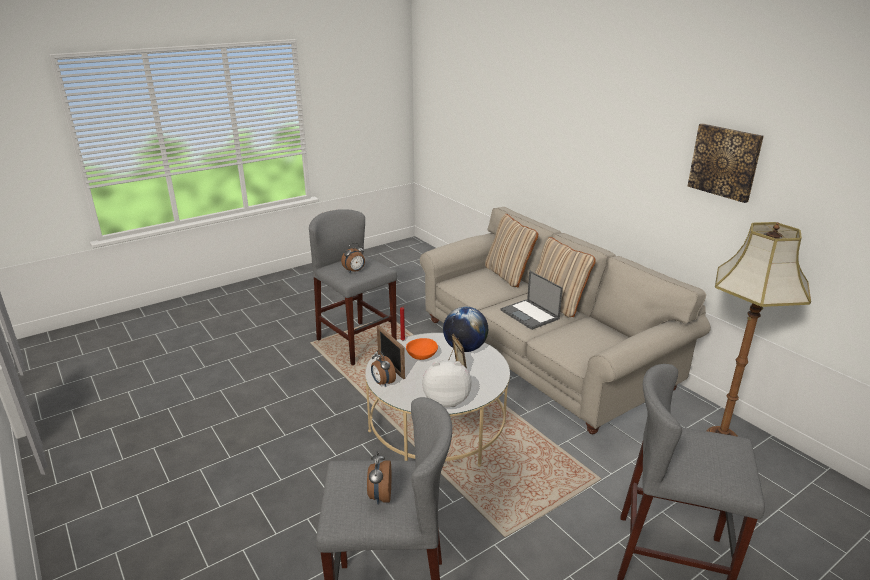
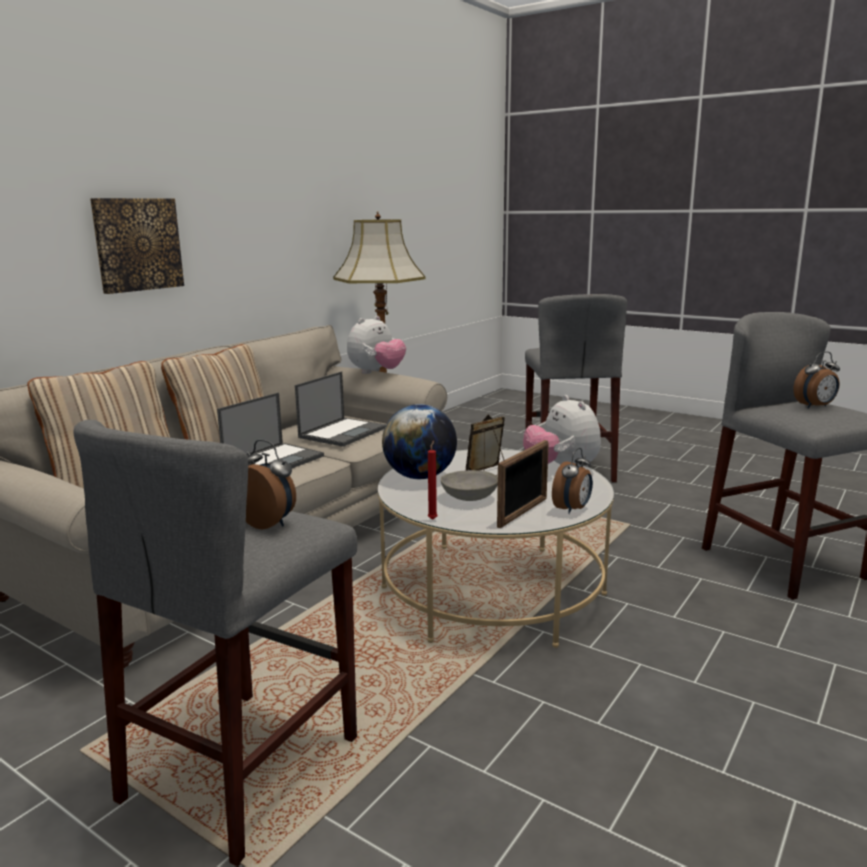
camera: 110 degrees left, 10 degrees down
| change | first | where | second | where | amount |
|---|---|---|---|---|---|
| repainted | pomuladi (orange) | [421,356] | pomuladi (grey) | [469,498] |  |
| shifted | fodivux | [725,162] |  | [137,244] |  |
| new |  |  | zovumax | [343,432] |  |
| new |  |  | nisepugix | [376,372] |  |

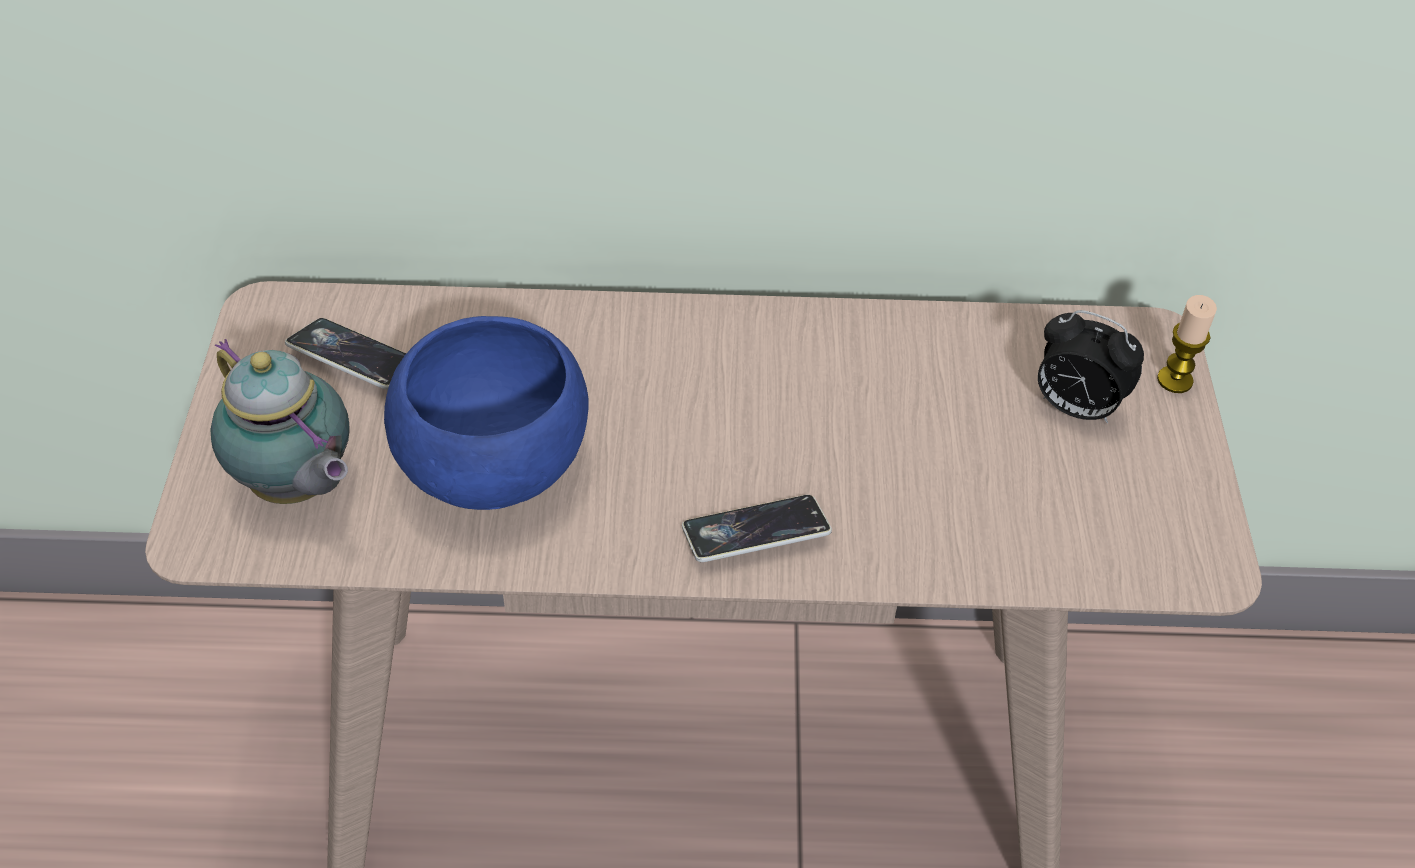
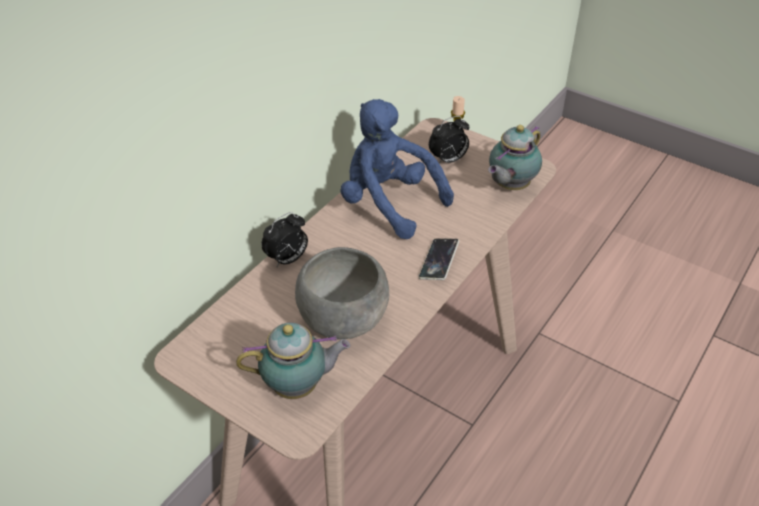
camera: 55 degrees left, 5 degrees down
| change | first | where | second | where | amount |
|---|---|---|---|---|---|
| gone | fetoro | [354,359] |  |  |  |
| repainted | pomuladi (blue) | [495,468] | pomuladi (grey) | [344,319] |  |
| new |  |  | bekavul | [287,259] |  |
| new |  |  | nisepugix (blue) | [389,203] |  |
| new |  |  | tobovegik | [509,186] |  |

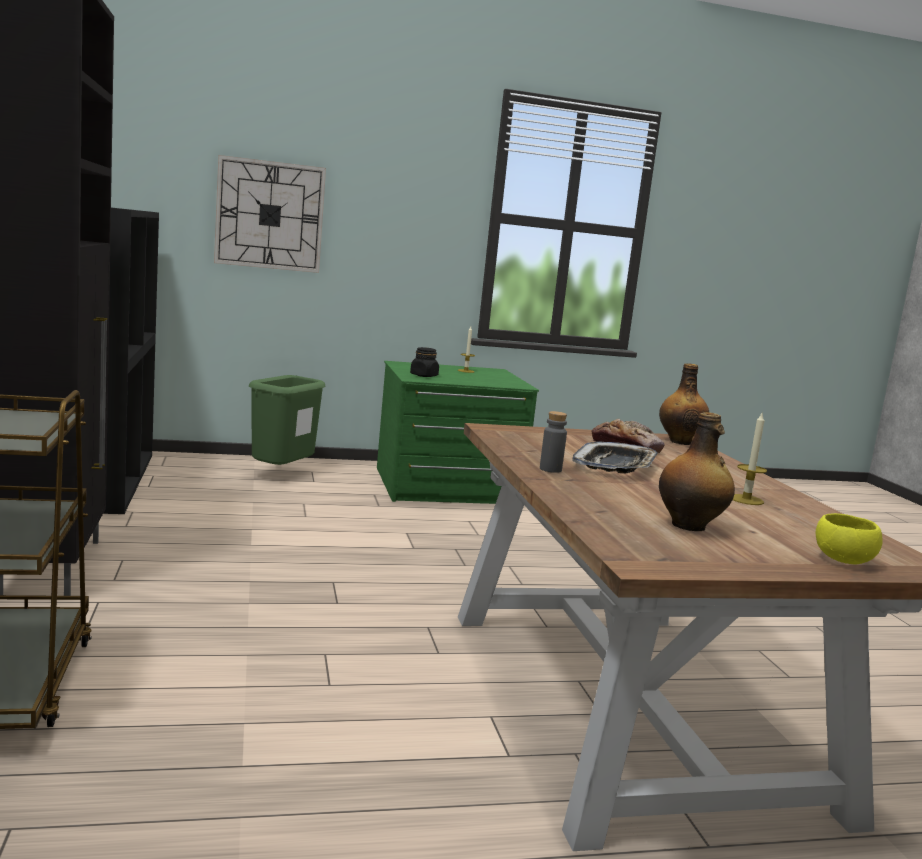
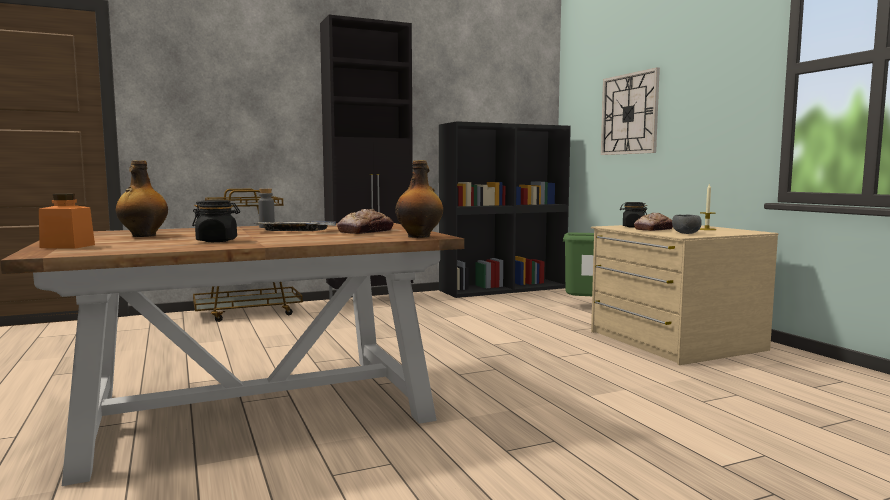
camera: 80 degrees right, 5 degrees down
| change | first | where | second | where | amount |
|---|---|---|---|---|---|
| repainted | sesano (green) | [447,487] | sesano (beige) | [673,341] |  |
| swapped | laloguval | [746,500] | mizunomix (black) | [217,241] |  |
| swapped | pomuladi (yellow) | [841,559] | mizunomix (orange) | [67,246] |  |
| new |  |  | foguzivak | [654,229] |  |
| new |  |  | pomuladi (grey) | [685,233] |  |

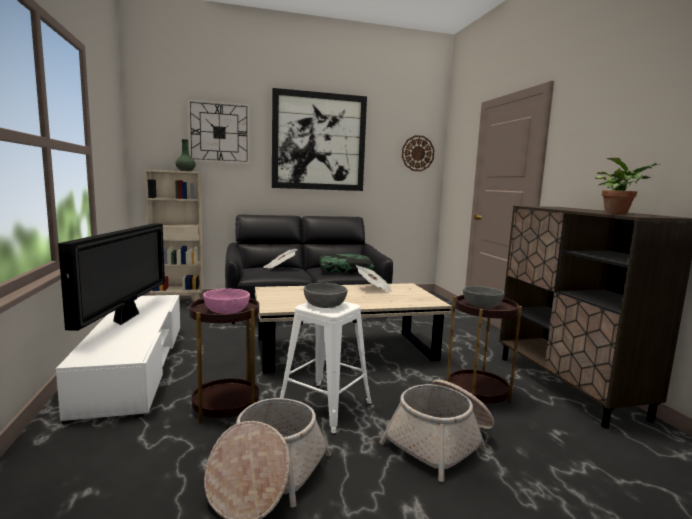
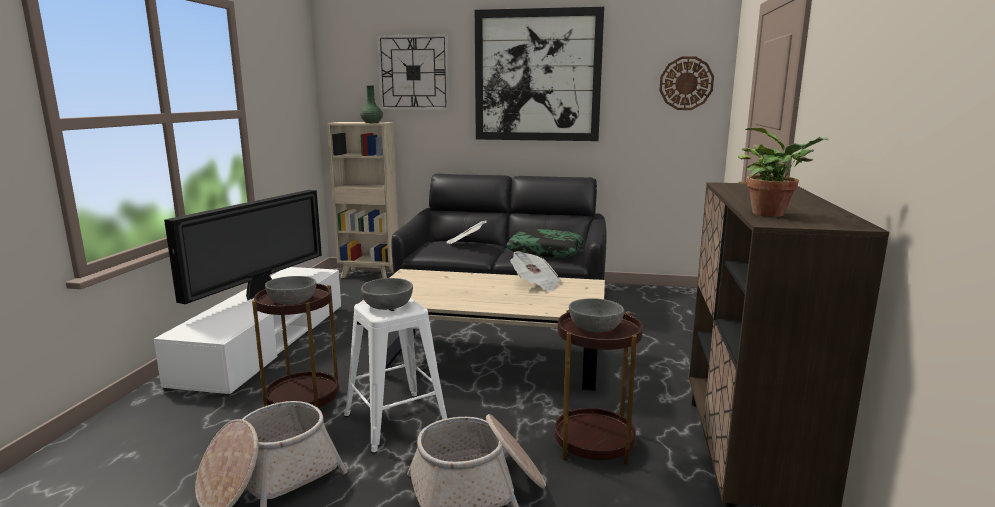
camera: 25 degrees right, 5 degrees up
| change | first | where | second | where | amount |
|---|---|---|---|---|---|
| repainted | pomuladi (pink) | [227,310] | pomuladi (grey) | [292,300] |  |

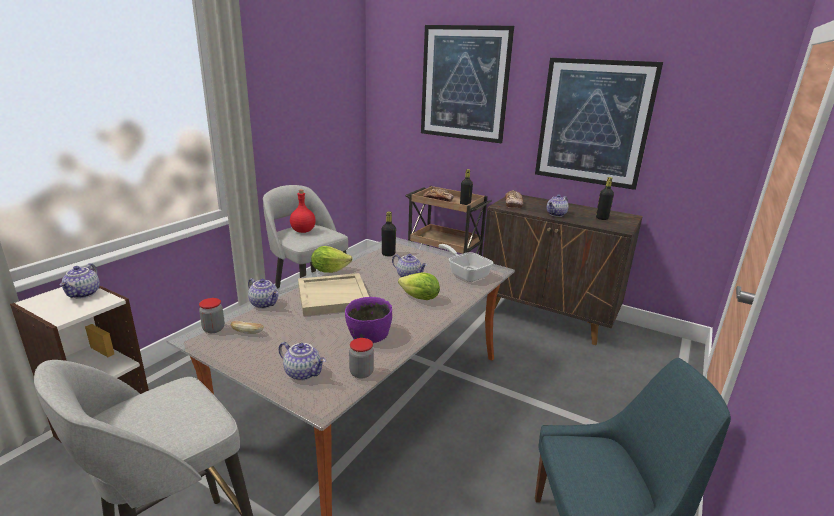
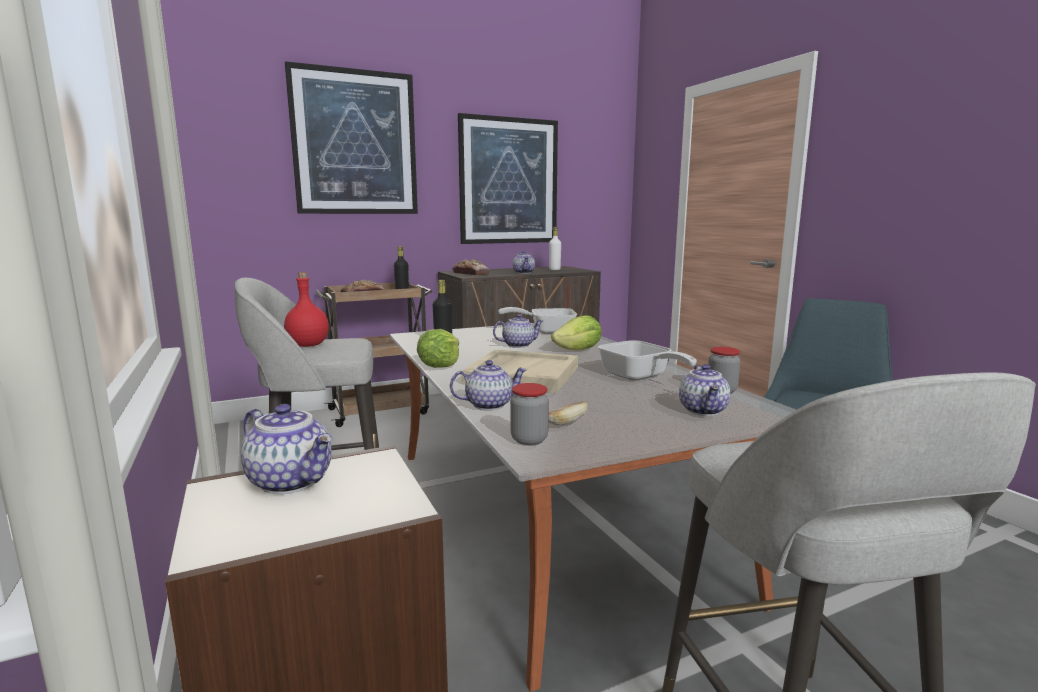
camera: 55 degrees left, 10 degrees down
| change | first | where | second | where | amount |
|---|---|---|---|---|---|
| rotated | tobovegik | [303,373] |  | [704,410] | 120 degrees clockwise |
| swapped | pomuladi (purple) | [368,334] | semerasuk | [639,377] |  |
| repainted | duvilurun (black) | [602,218] | duvilurun (white) | [554,269] |  |

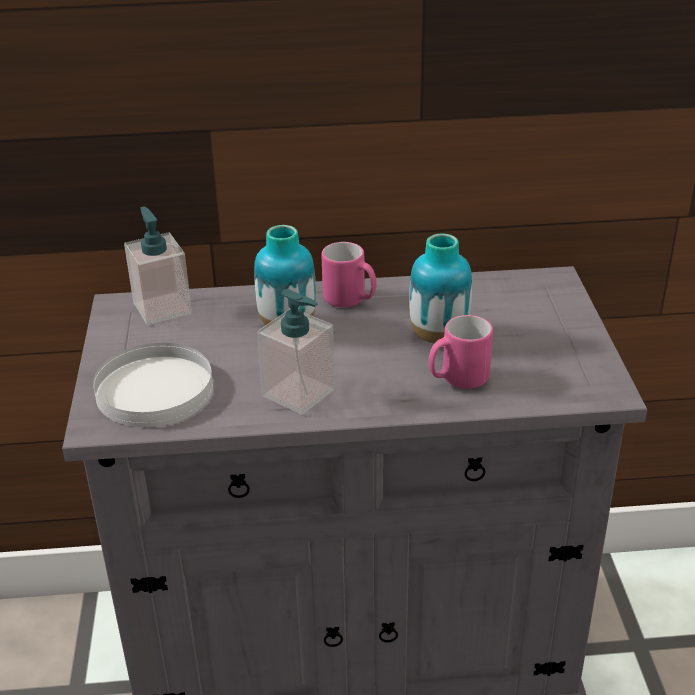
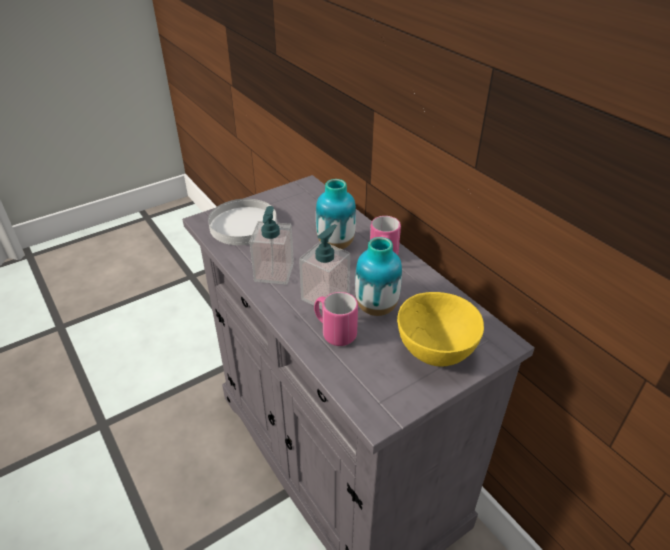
camera: 60 degrees right, 5 degrees up
| change | first | where | second | where | amount |
|---|---|---|---|---|---|
| shifted | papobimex | [162,308] |  | [325,296] |  |
| new |  |  | pomuladi (yellow) | [435,353] |  |

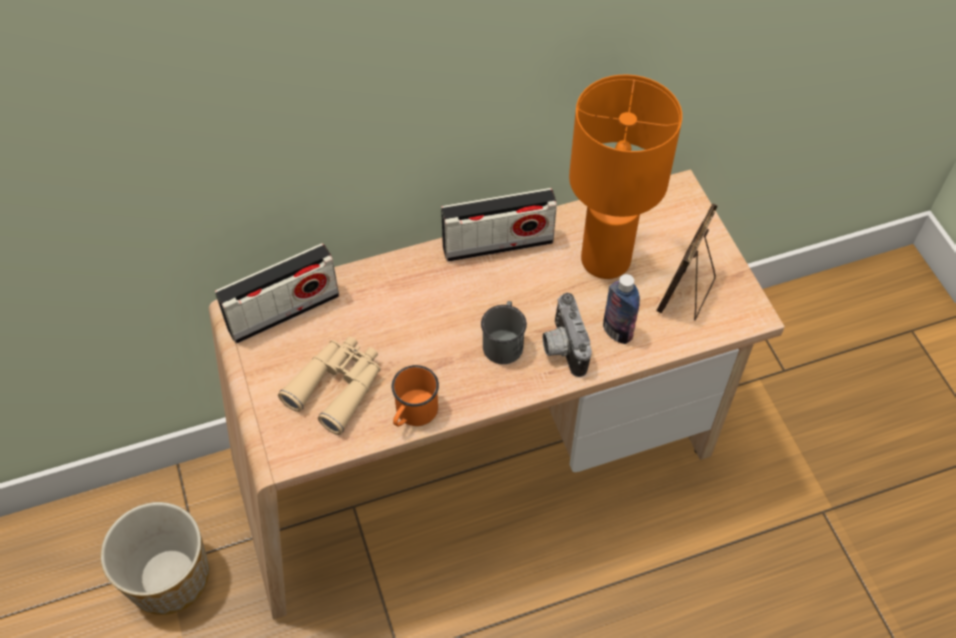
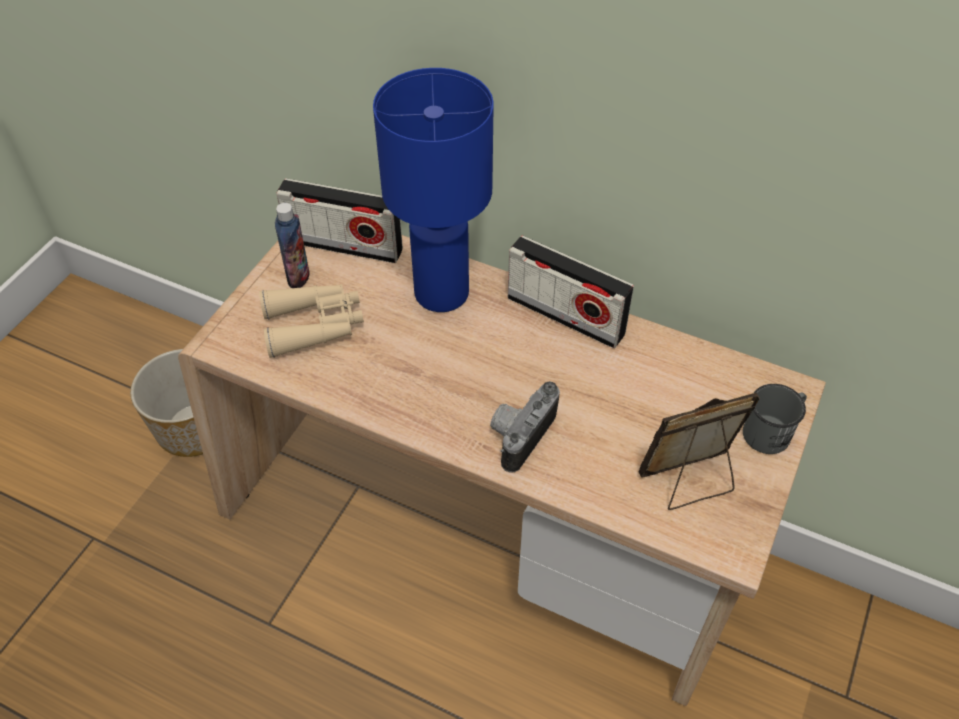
camera: 45 degrees right, 5 degrees down
| change | first | where | second | where | amount |
|---|---|---|---|---|---|
| gone | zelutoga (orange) | [413,414] |  |  |  |
| shifted | zelutoga (grey) | [504,341] |  | [772,431] |  |
| gone | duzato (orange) | [606,261] |  |  |  |
| shifted | duvilurun | [617,331] |  | [298,276] |  |
| new |  |  | duzato (blue) | [440,292] |  |

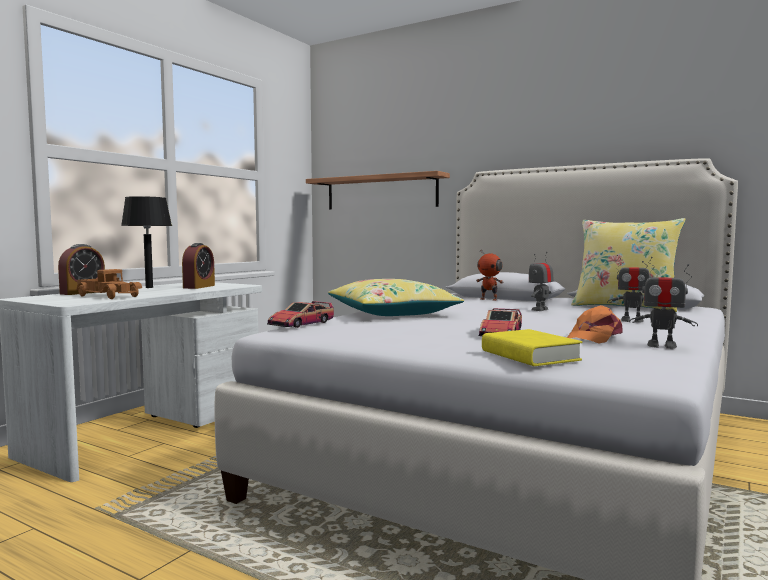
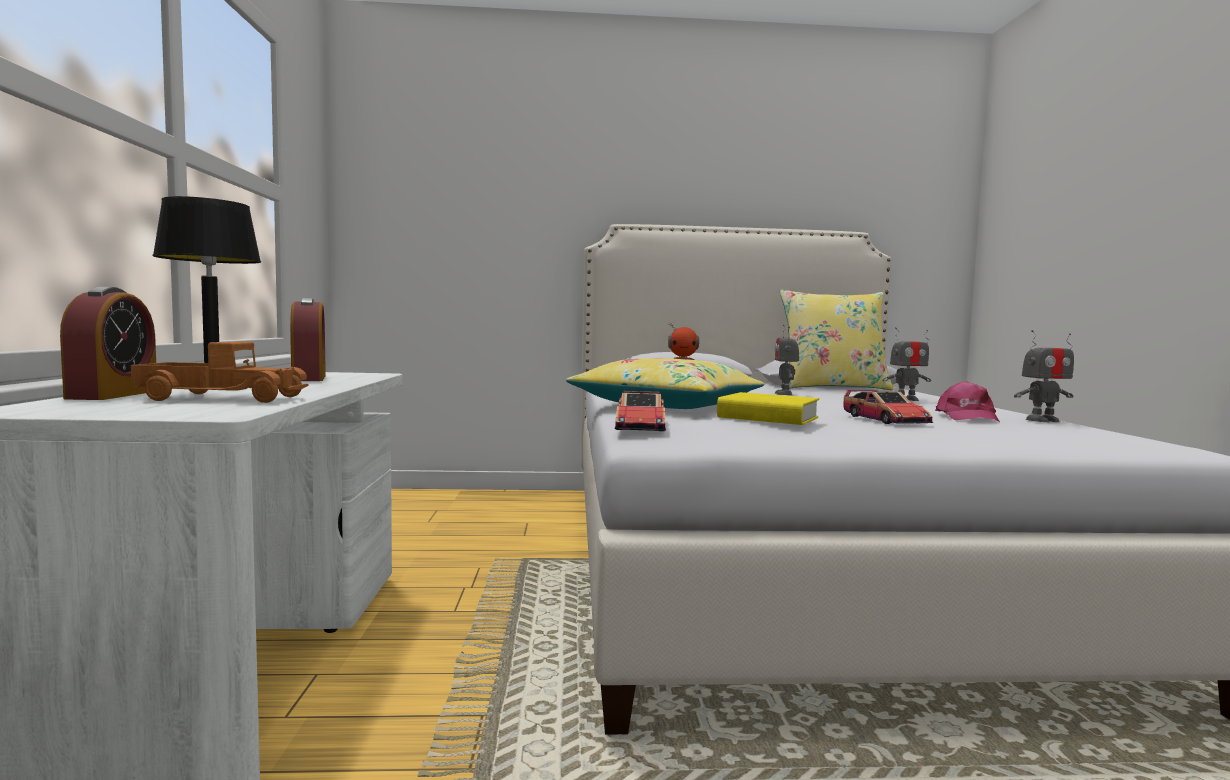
camera: 35 degrees left, 0 degrees up
| change | first | where | second | where | amount |
|---|---|---|---|---|---|
| gone | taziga | [381,192] |  |  |  |
| shifted | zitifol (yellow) | [529,356] |  | [768,418] |  |
| repainted | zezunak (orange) | [594,337] | zezunak (pink) | [966,417] |  |

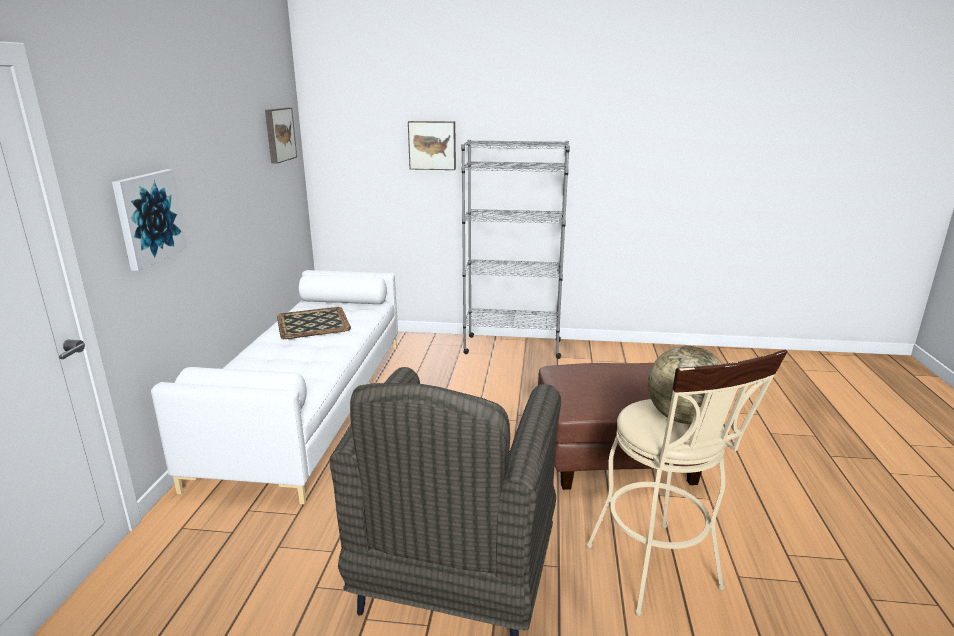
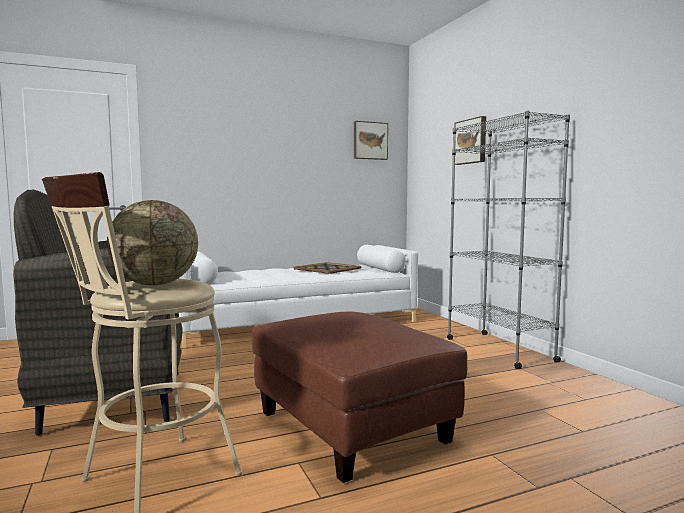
camera: 60 degrees right, 15 degrees down
| change | first | where | second | where | amount |
|---|---|---|---|---|---|
| gone | fodivux | [149,218] |  |  |  |

